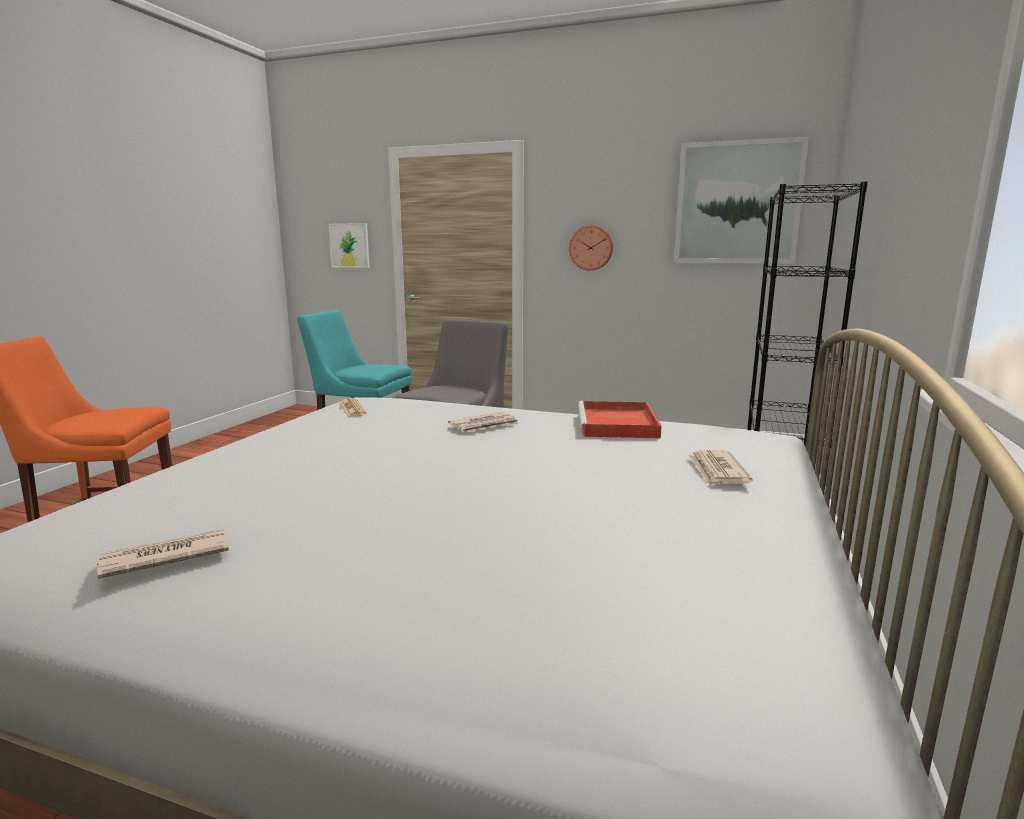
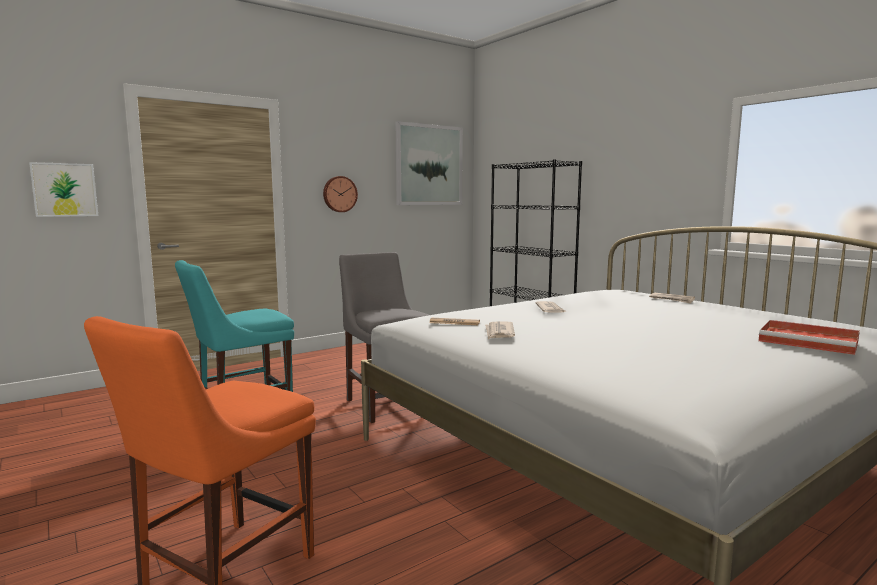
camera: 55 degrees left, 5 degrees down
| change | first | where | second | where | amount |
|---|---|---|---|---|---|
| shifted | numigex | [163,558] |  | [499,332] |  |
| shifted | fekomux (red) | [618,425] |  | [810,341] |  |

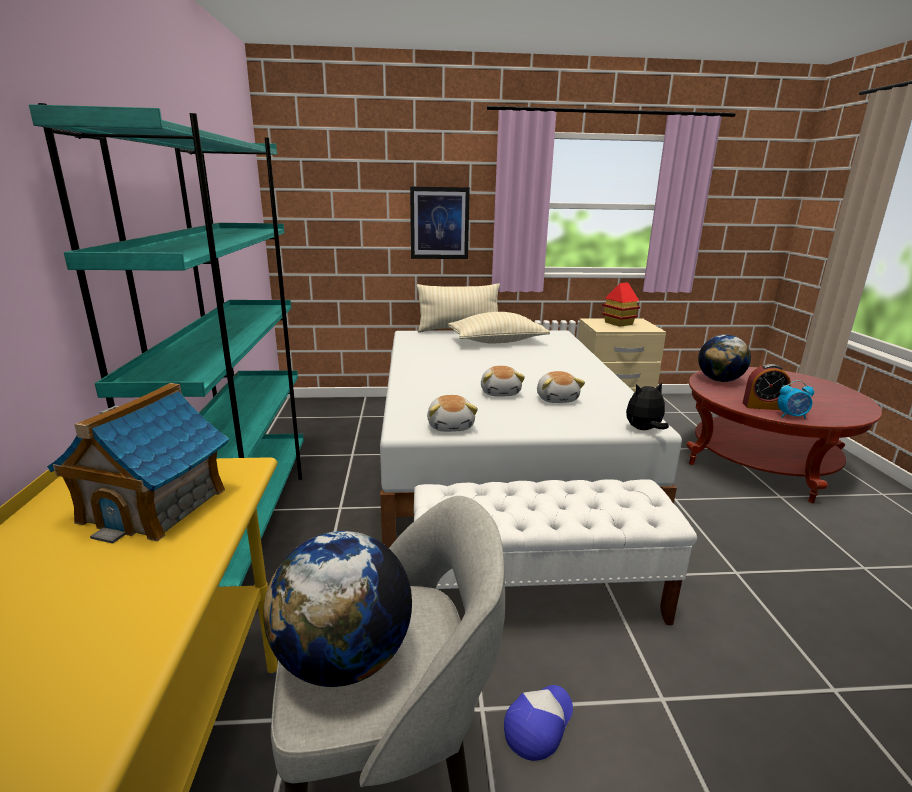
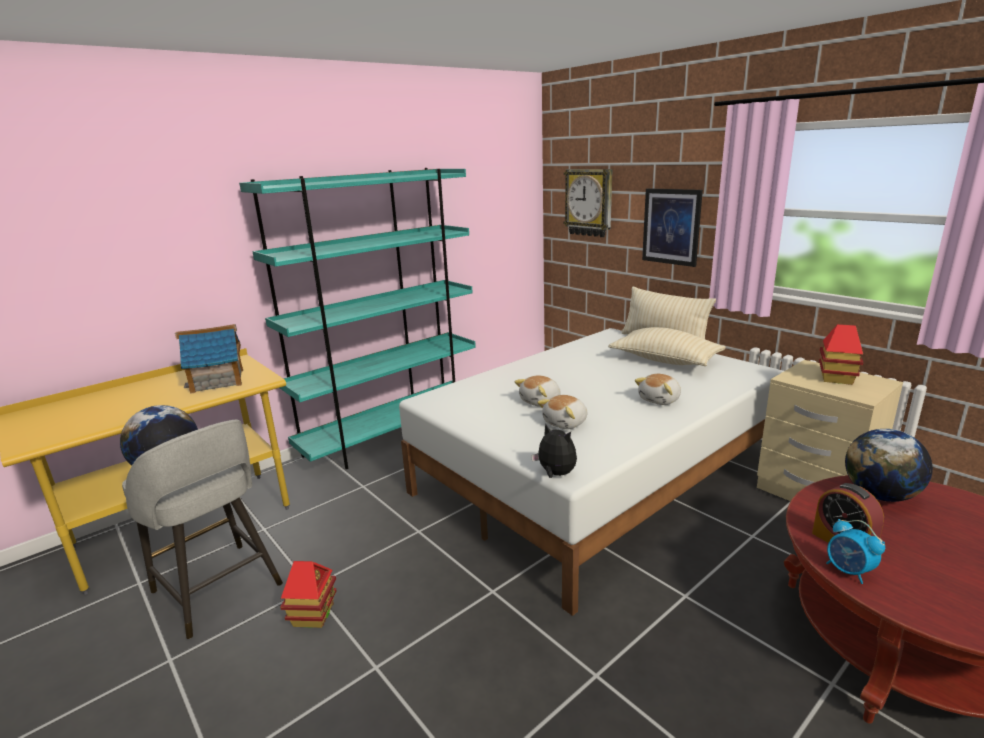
camera: 55 degrees right, 0 degrees up
| change | first | where | second | where | amount |
|---|---|---|---|---|---|
| gone | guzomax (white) | [539,596] |  |  |  |
| shifted | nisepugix | [451,426] |  | [660,400] |  |
| swapped | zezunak | [538,723] | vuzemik | [313,614] |  |
| new |  |  | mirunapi | [589,202] |  |

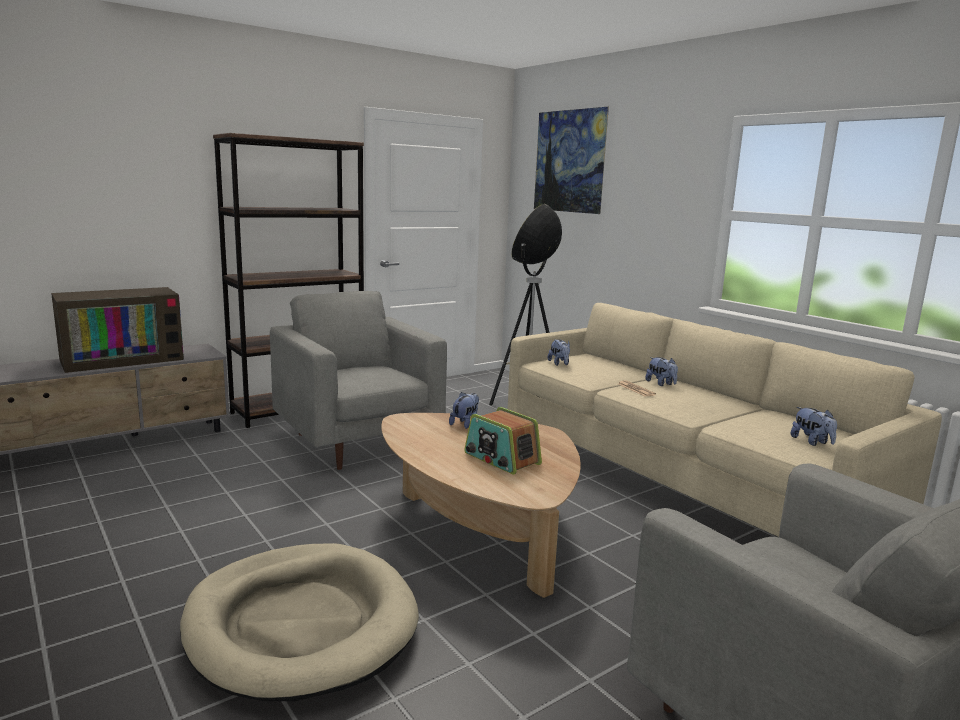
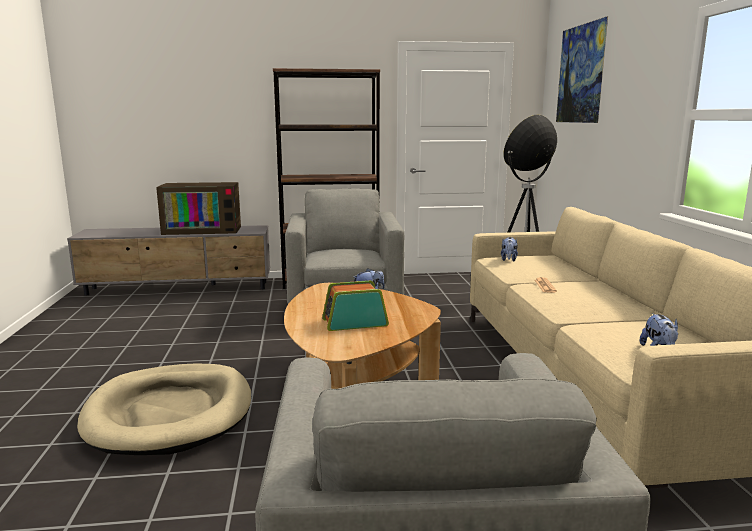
camera: 30 degrees right, 0 degrees up
| change | first | where | second | where | amount |
|---|---|---|---|---|---|
| rotated | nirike | [501,459] |  | [354,322] | 90 degrees clockwise |
| gone | nisepugix | [661,384] |  |  |  |

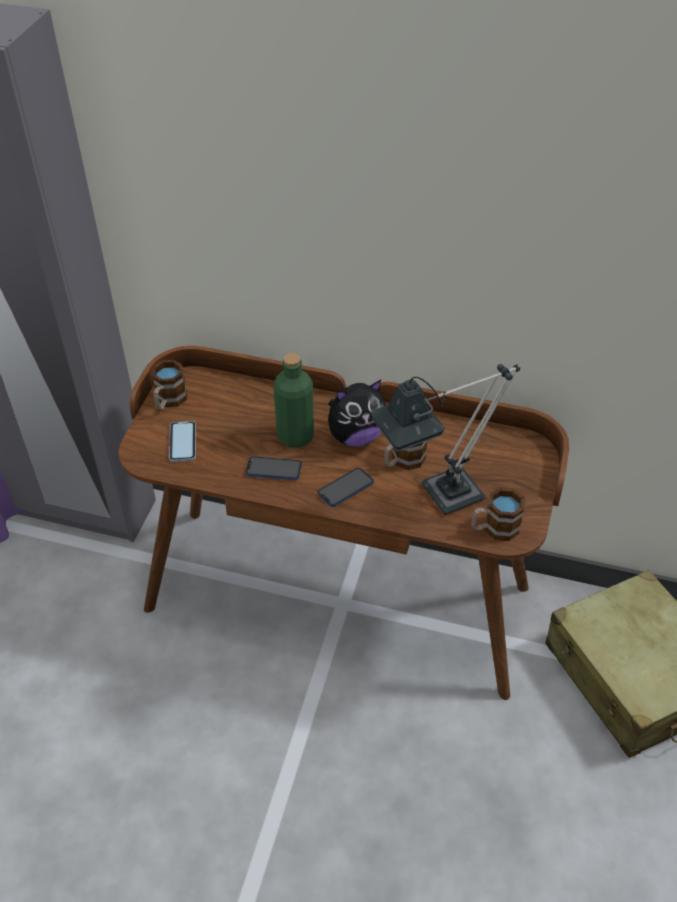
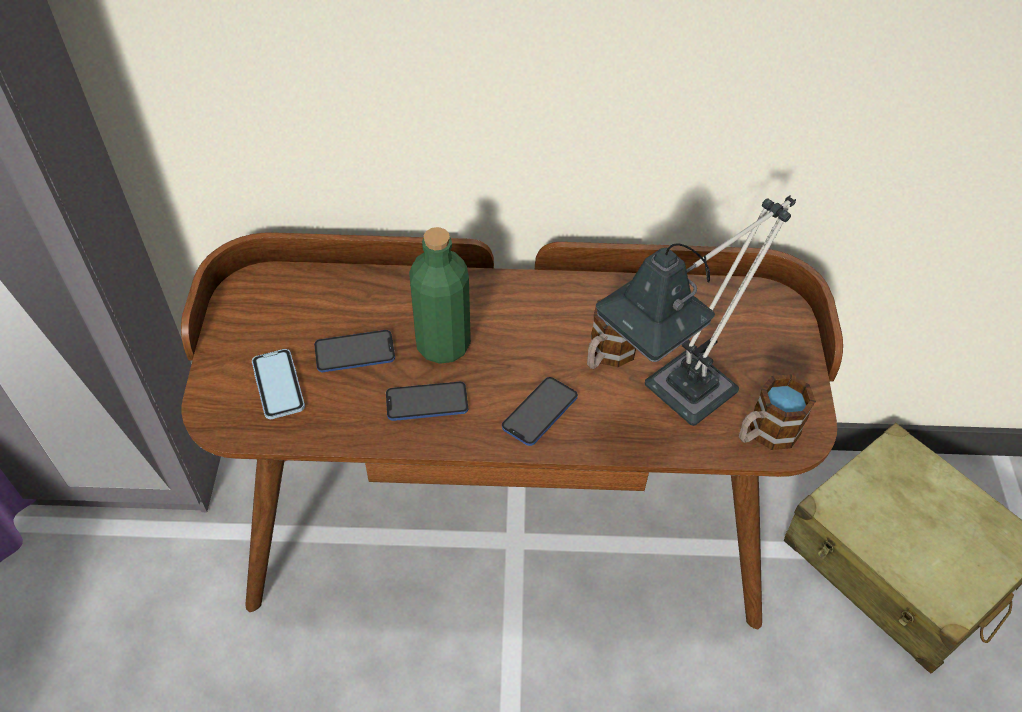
camera: 15 degrees left, 5 degrees up
| change | first | where | second | where | amount |
|---|---|---|---|---|---|
| gone | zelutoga | [169,401] |  |  |  |
| gone | nisepugix | [356,436] |  |  |  |
| new |  |  | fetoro | [355,352] |  |

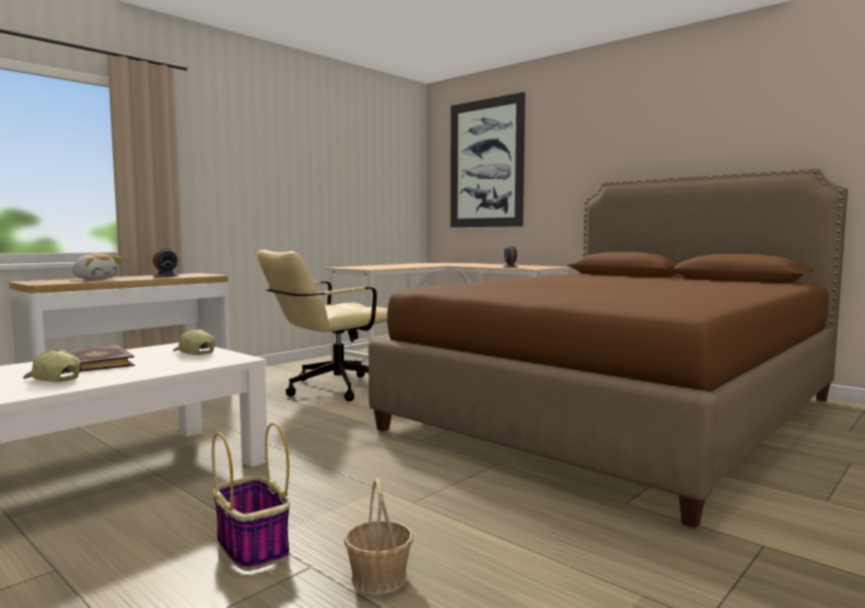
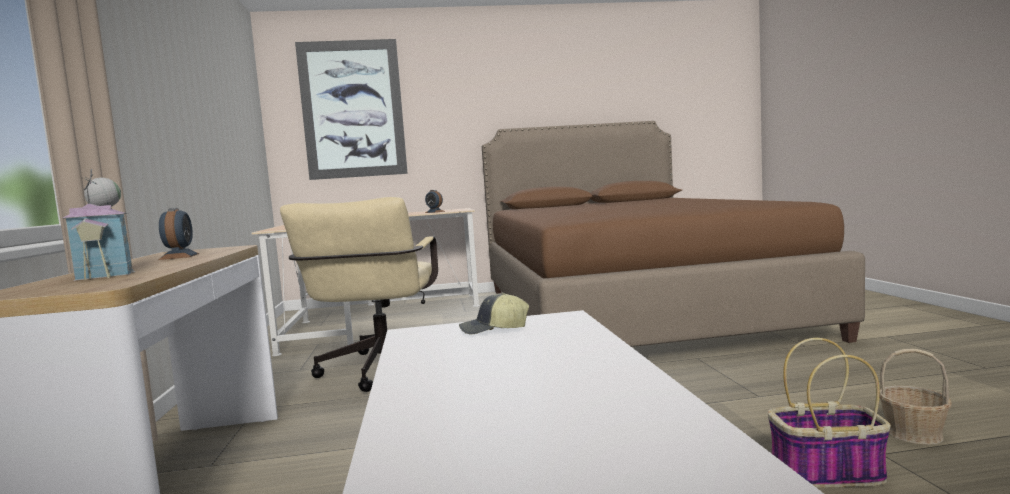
camera: 50 degrees left, 0 degrees up
| change | first | where | second | where | amount |
|---|---|---|---|---|---|
| gone | zezunak | [52,380] |  |  |  |
| gone | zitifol | [95,363] |  |  |  |
| swapped | nisepugix | [95,279] | vuzemik | [109,273] |  |

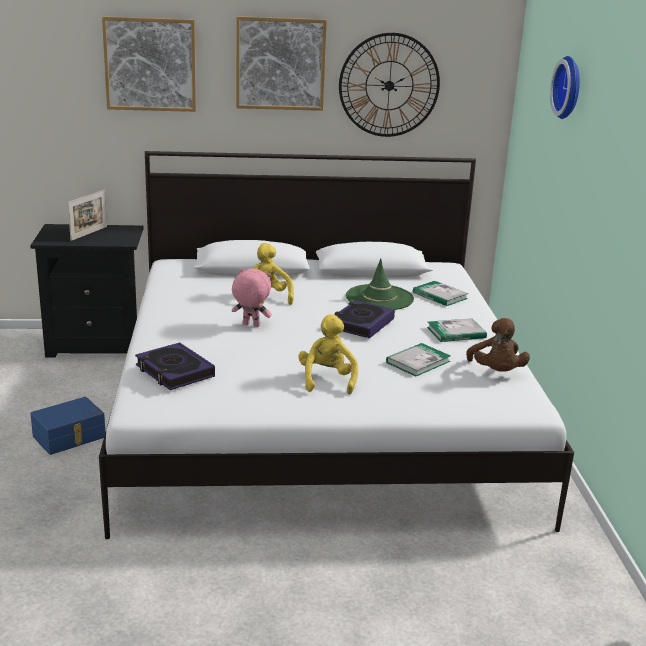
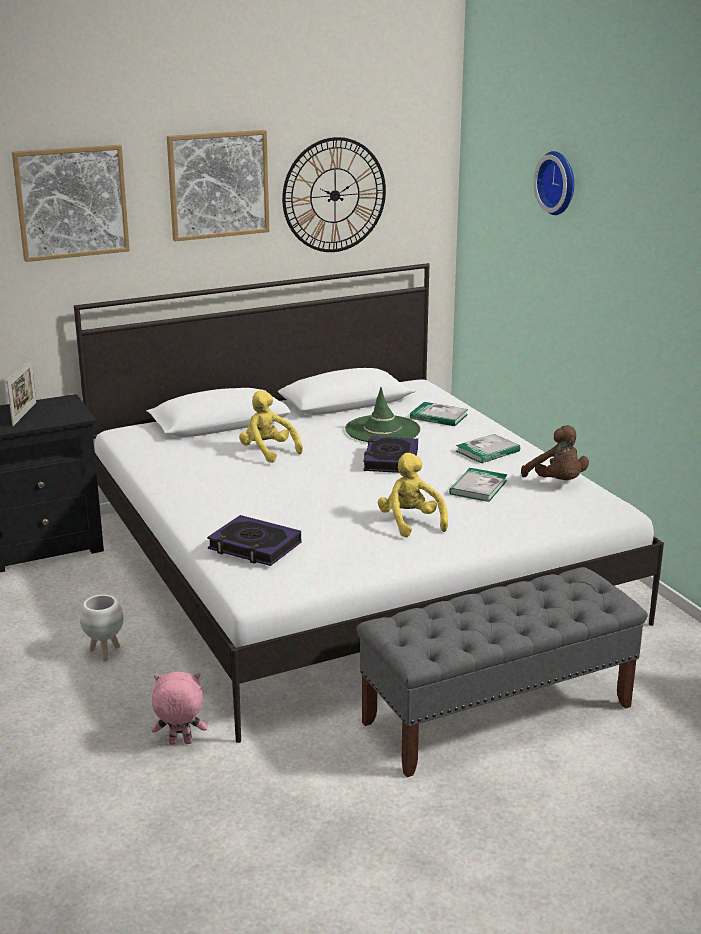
camera: 20 degrees left, 0 degrees up
| change | first | where | second | where | amount |
|---|---|---|---|---|---|
| swapped | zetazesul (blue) | [70,437] | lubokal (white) | [105,653] |  |
| shifted | nisepugix (pink) | [250,325] |  | [180,743] |  |
| new |  |  | guzomax (grey) | [498,714] |  |

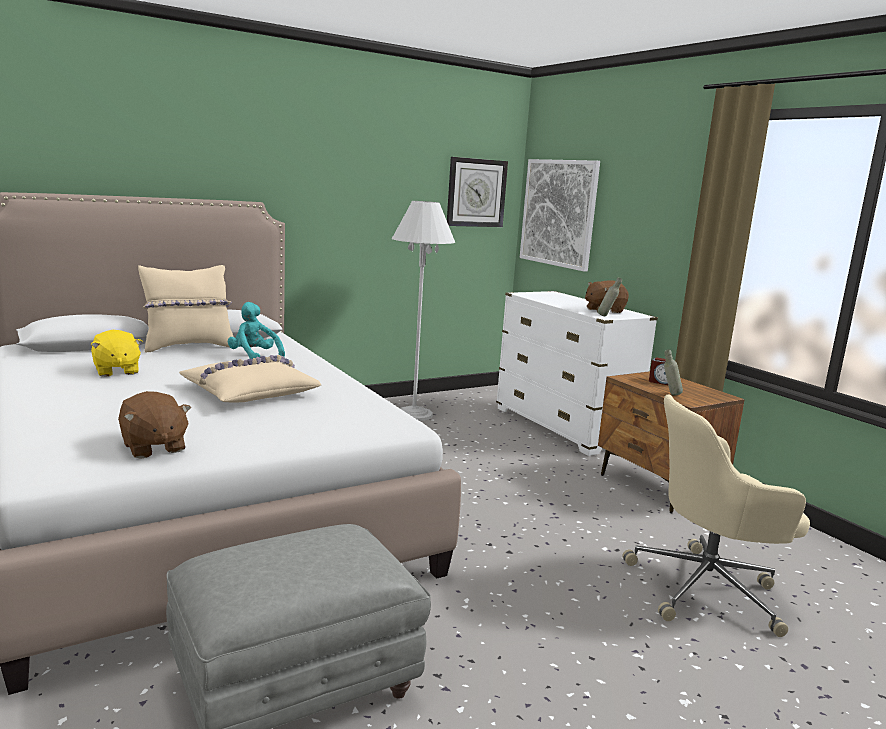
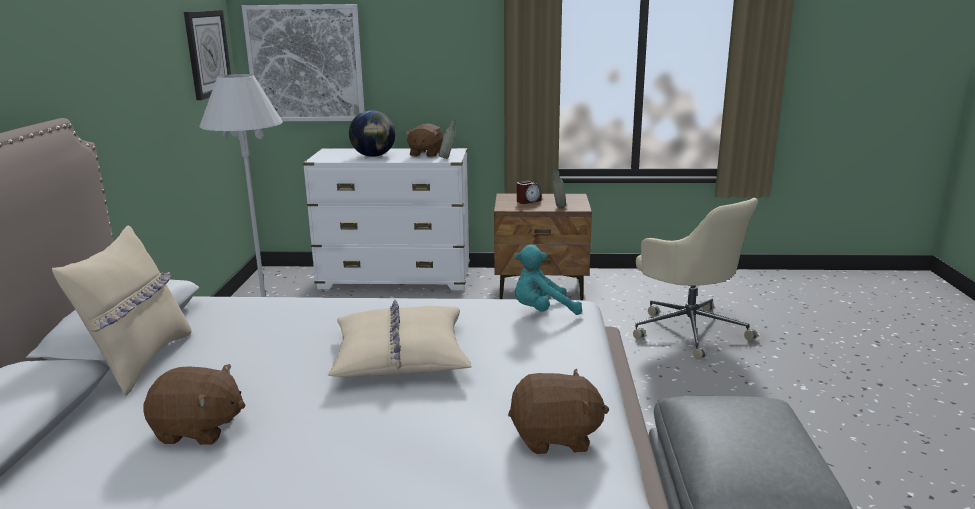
camera: 55 degrees left, 5 degrees up
| change | first | where | second | where | amount |
|---|---|---|---|---|---|
| repainted | nisepugix (yellow) | [116,371] | nisepugix (brown) | [198,430] |  |
| shifted | nisepugix (turquoise) | [254,357] |  | [542,312] |  |
| rotated | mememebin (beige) | [707,589] |  | [688,330] | 60 degrees counterclockwise |
| new |  |  | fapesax | [374,156] |  |

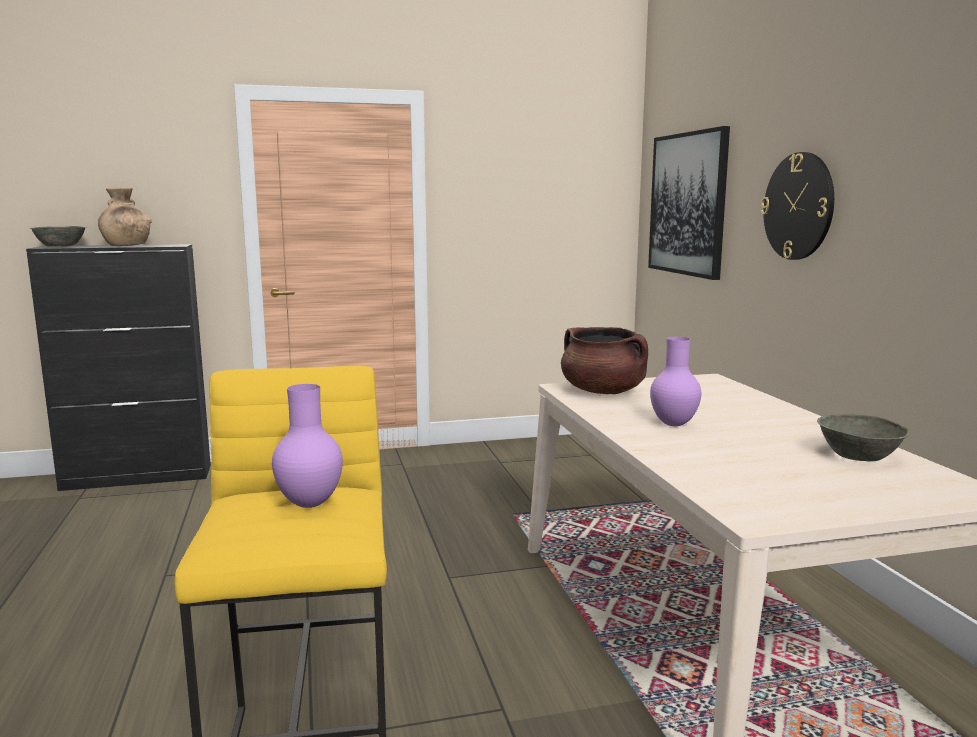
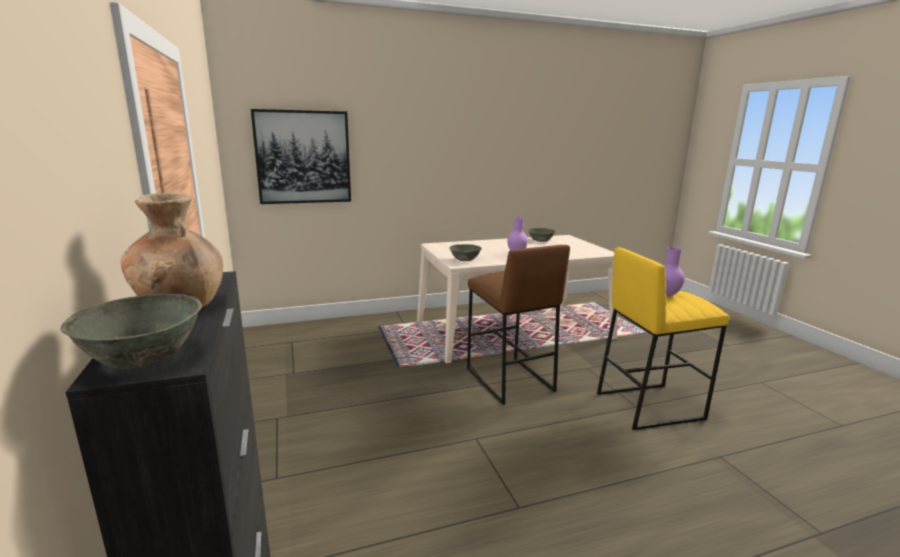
camera: 95 degrees left, 5 degrees up
| change | first | where | second | where | amount |
|---|---|---|---|---|---|
| swapped | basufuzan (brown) | [603,391] | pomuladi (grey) | [465,259] |  |
| gone | mirunapi | [798,206] |  |  |  |
| new |  |  | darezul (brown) | [508,380] |  |

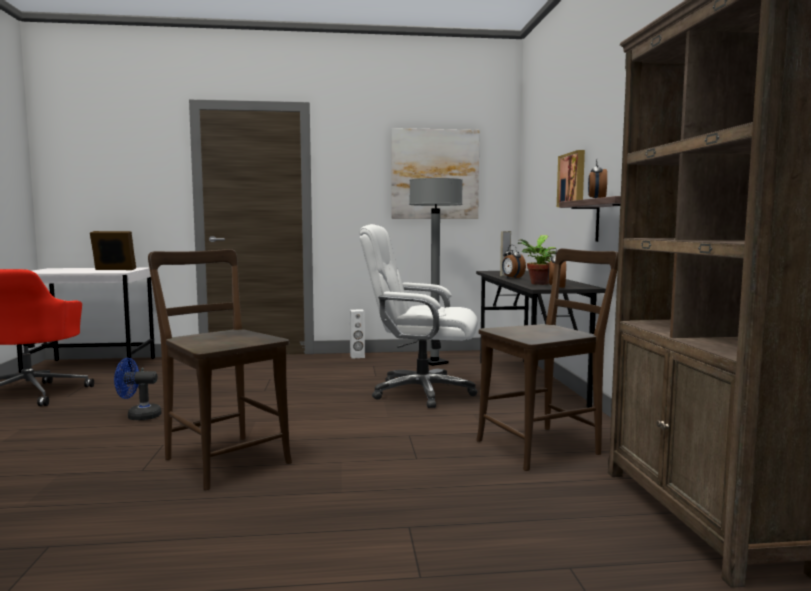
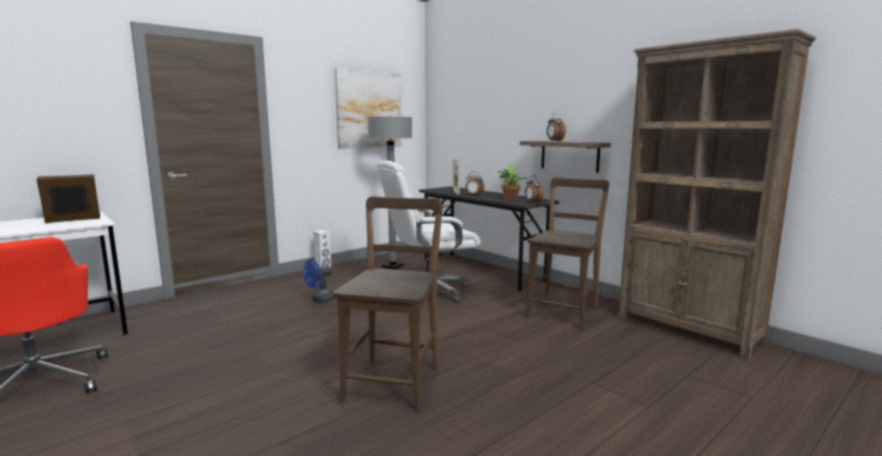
camera: 35 degrees left, 5 degrees up
| change | first | where | second | where | amount |
|---|---|---|---|---|---|
| shifted | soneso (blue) | [138,416] |  | [320,300] |  |
| rotated | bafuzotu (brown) | [224,459] |  | [394,381] | 90 degrees clockwise |
| gone | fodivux | [573,180] |  |  |  |

